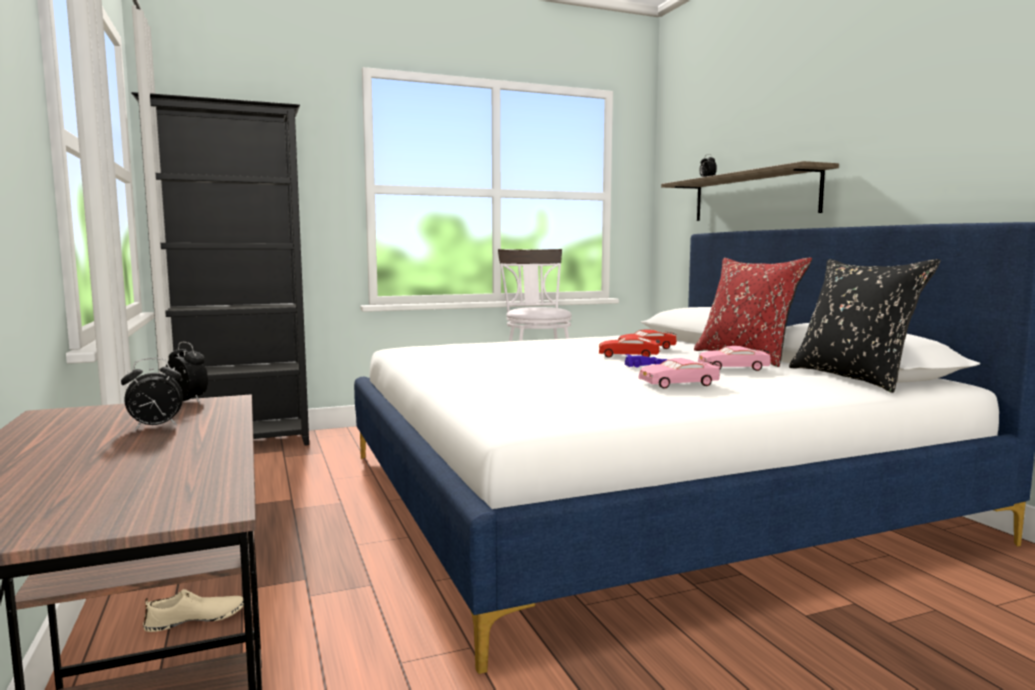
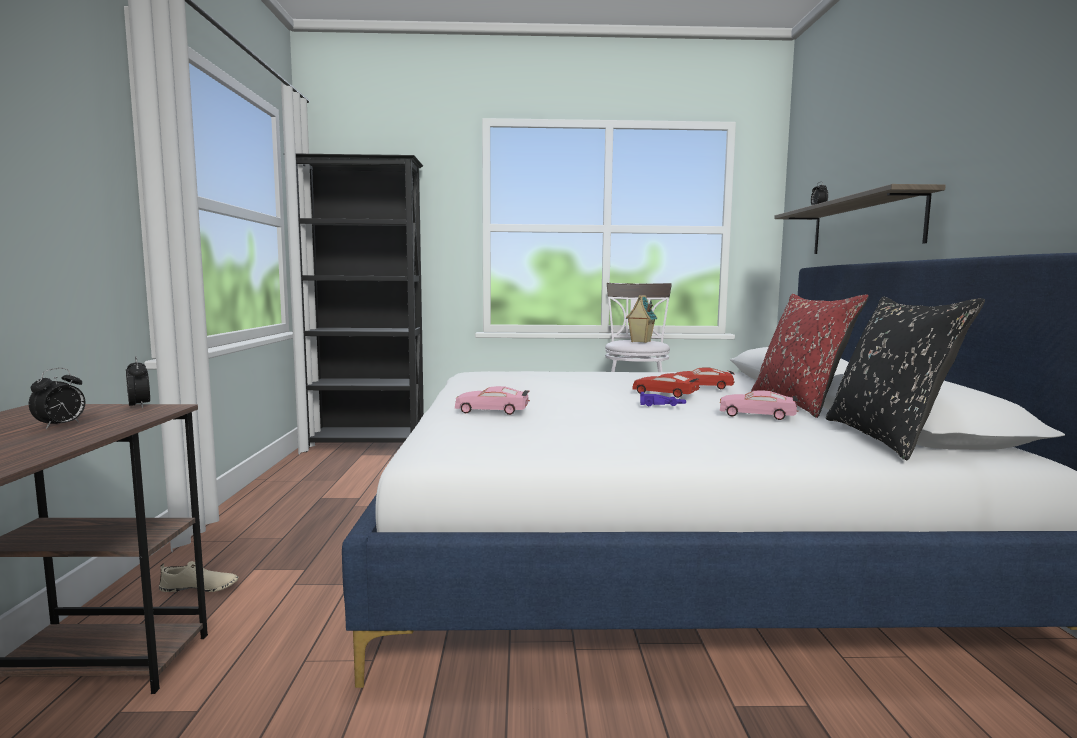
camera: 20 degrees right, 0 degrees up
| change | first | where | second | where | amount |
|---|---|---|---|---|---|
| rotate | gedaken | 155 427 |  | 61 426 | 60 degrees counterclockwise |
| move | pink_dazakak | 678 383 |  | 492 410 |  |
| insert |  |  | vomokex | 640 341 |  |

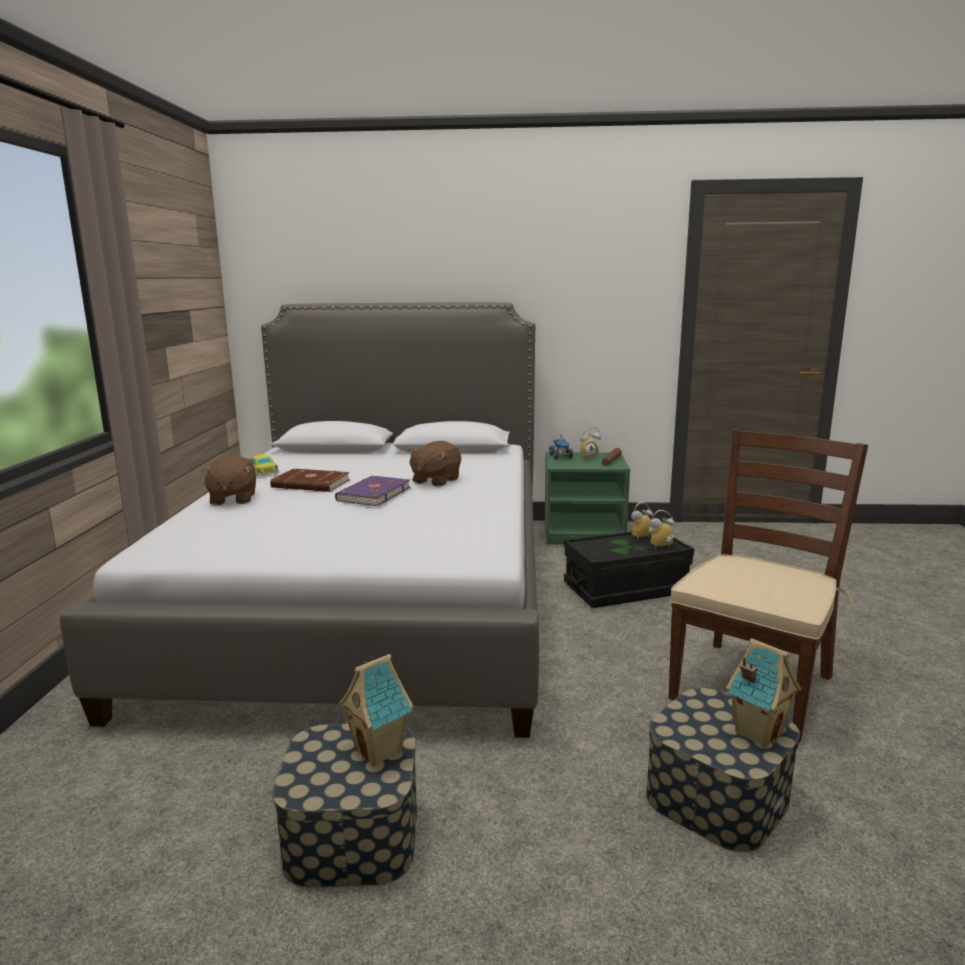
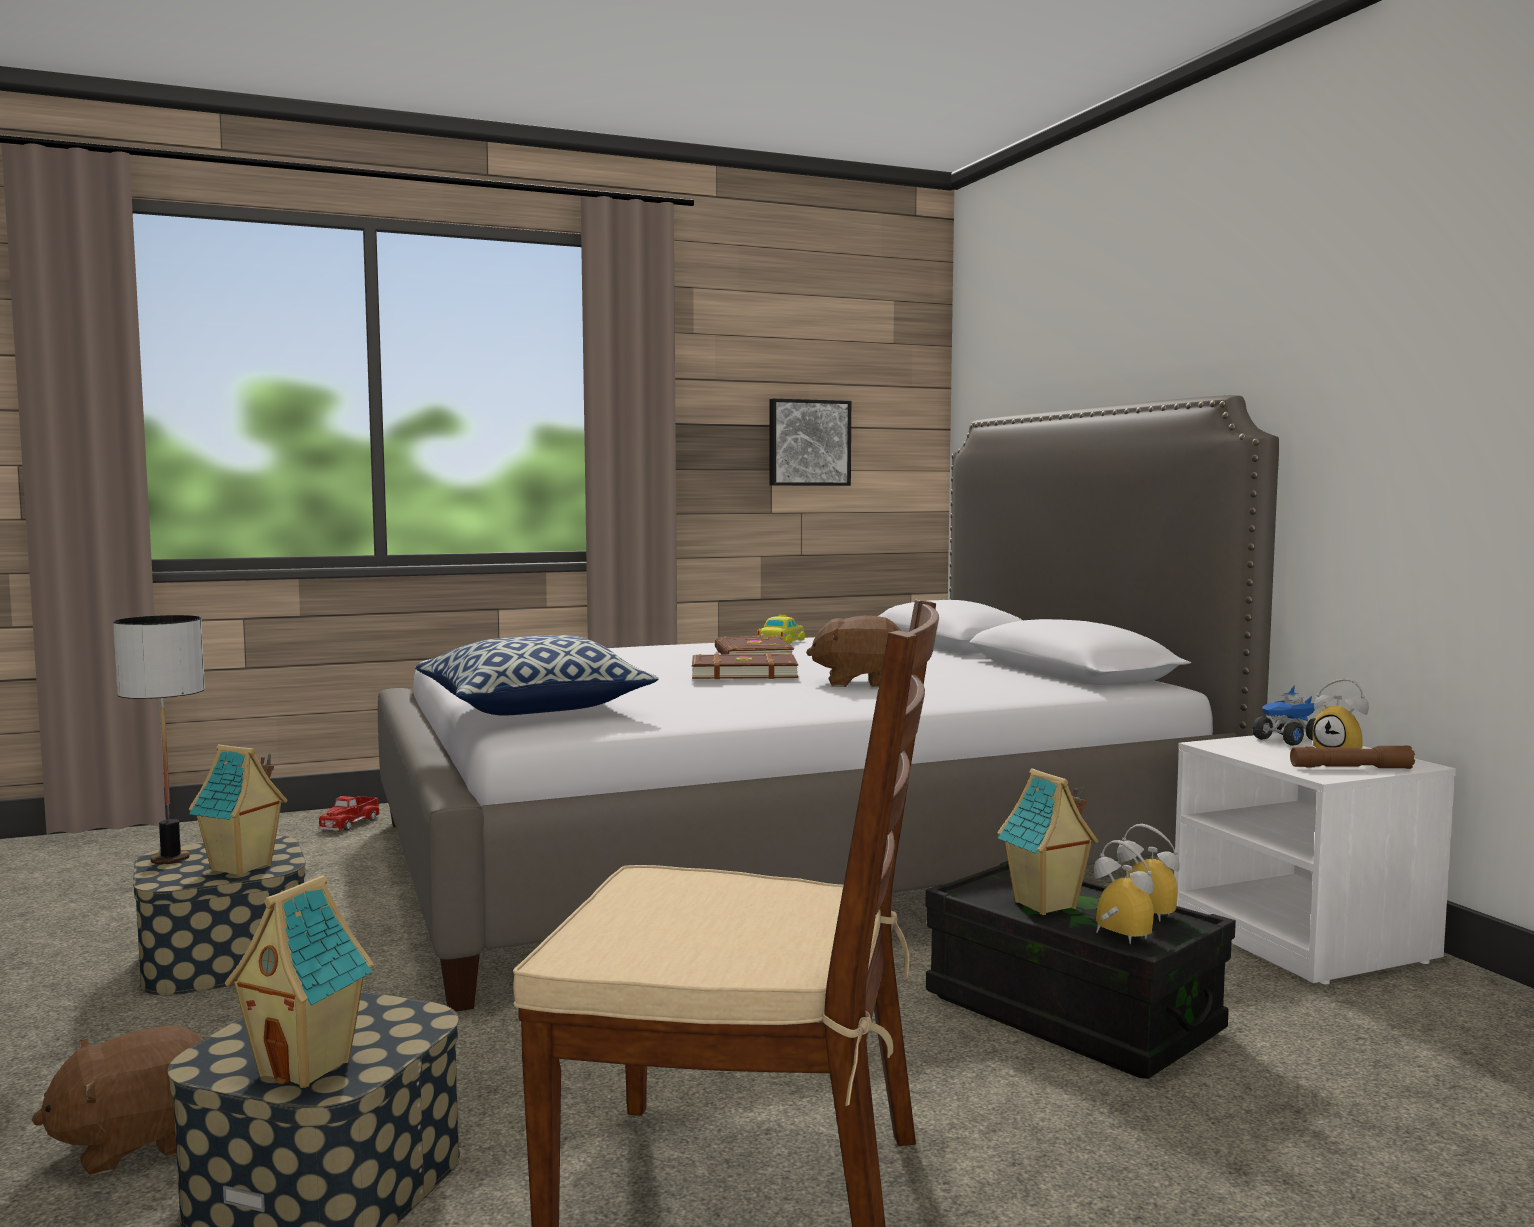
camera: 65 degrees right, 10 degrees down
| change | first | where | second | where | amount |
|---|---|---|---|---|---|
| recolor | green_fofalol | 584 533 | white_fofalol | 1305 938 |  |
| move | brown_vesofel | 232 499 |  | 137 1142 |  |
| recolor | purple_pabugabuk | 372 494 | brown_pabugabuk | 743 672 |  |
| insert |  |  | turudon | 808 443 |  |
| insert |  |  | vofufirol | 170 859 |  |
| insert |  |  | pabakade | 534 708 |  |
| insert |  |  | vomokex | 1046 905 |  |
| insert |  |  | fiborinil | 349 823 |  |

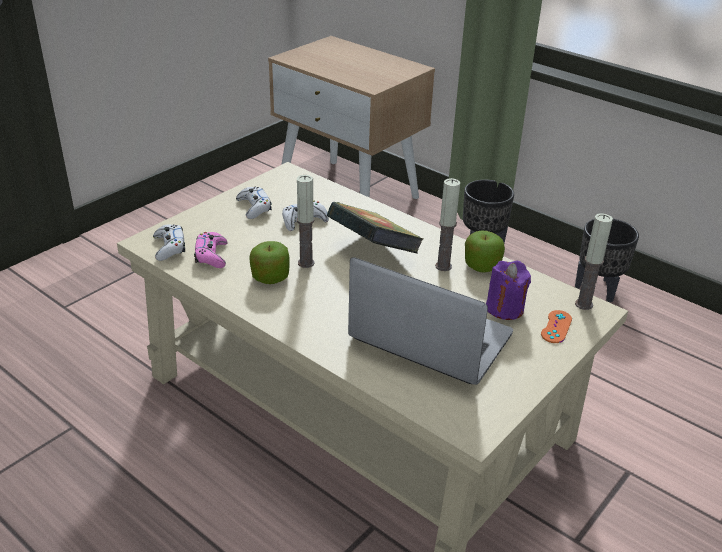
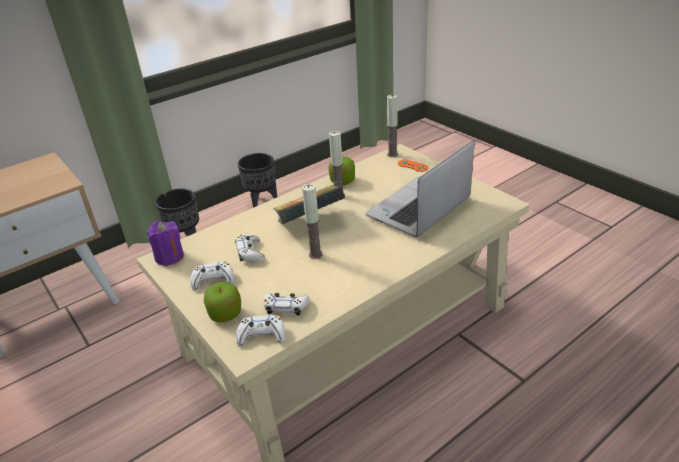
camera: 75 degrees left, 0 degrees up
| change | first | where | second | where | amount |
|---|---|---|---|---|---|
| recolor | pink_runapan | 211 255 | white_runapan | 286 307 |  |
| move | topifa | 270 277 |  | 225 314 |  |
| move | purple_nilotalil | 504 308 |  | 169 257 |  |

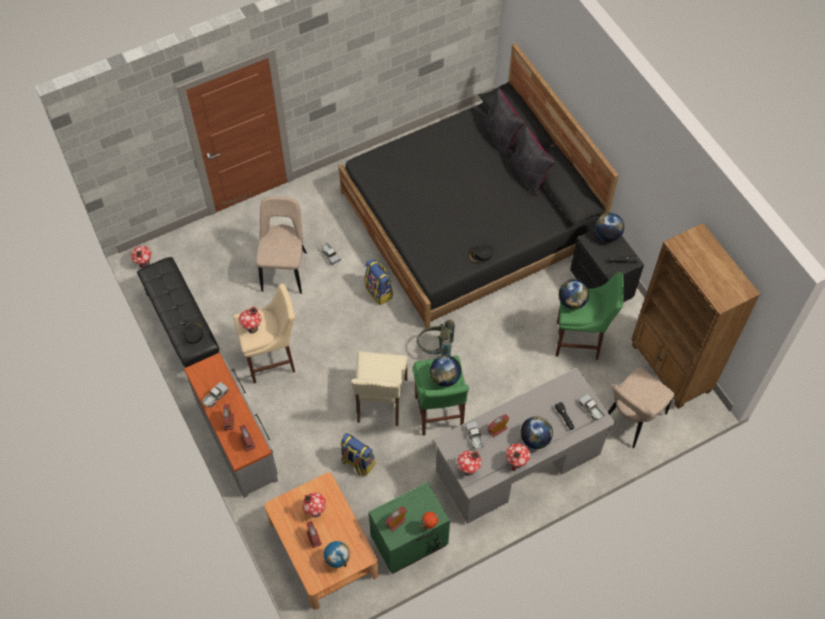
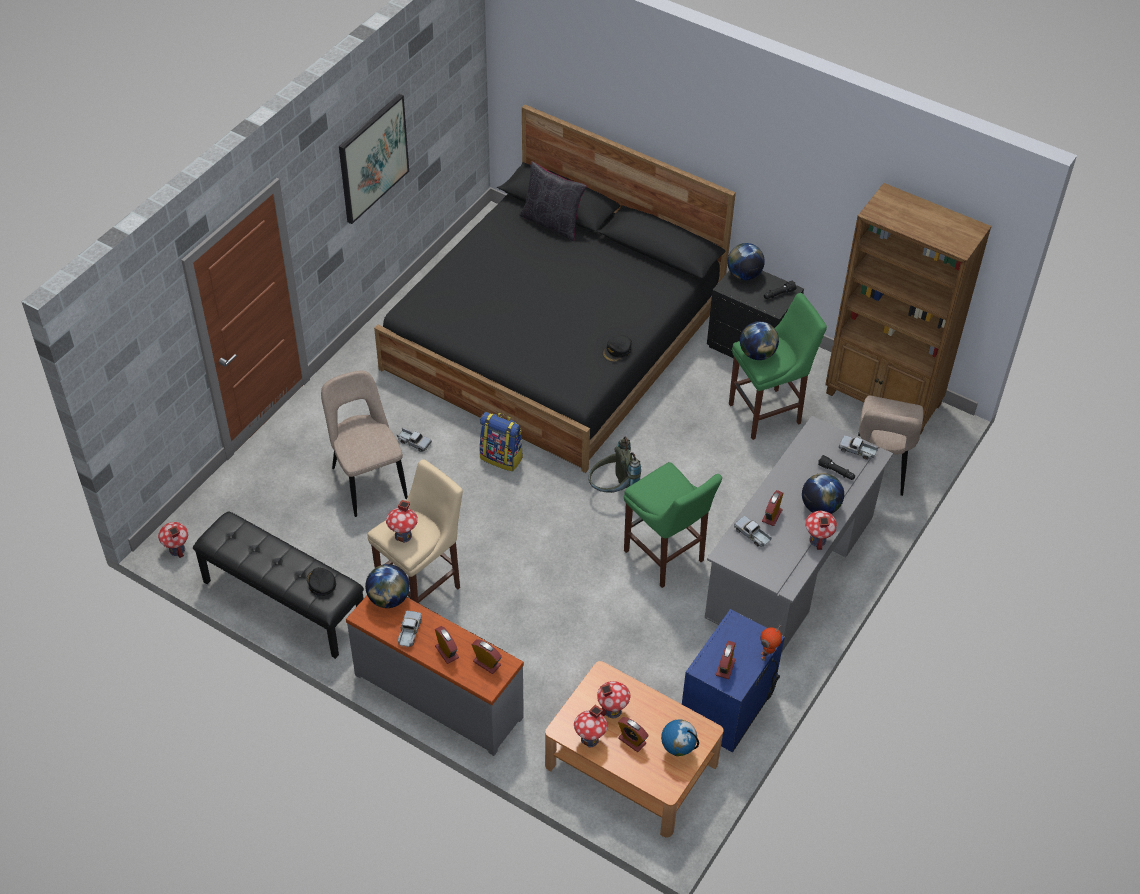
camera: 30 degrees left, 10 degrees down
| change | first | where | second | where | amount |
|---|---|---|---|---|---|
| delete | black_pabakade | 529 175 |  |  |  |
| delete | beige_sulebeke | 380 401 |  |  |  |
| move | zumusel | 445 378 |  | 389 599 |  |
| delete | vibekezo | 357 462 |  |  |  |
| move | vomokex | 468 469 |  | 590 739 |  |
| recolor | green_fofalol | 409 542 | blue_fofalol | 728 708 |  |
| insert |  |  | turudon | 373 158 |  |

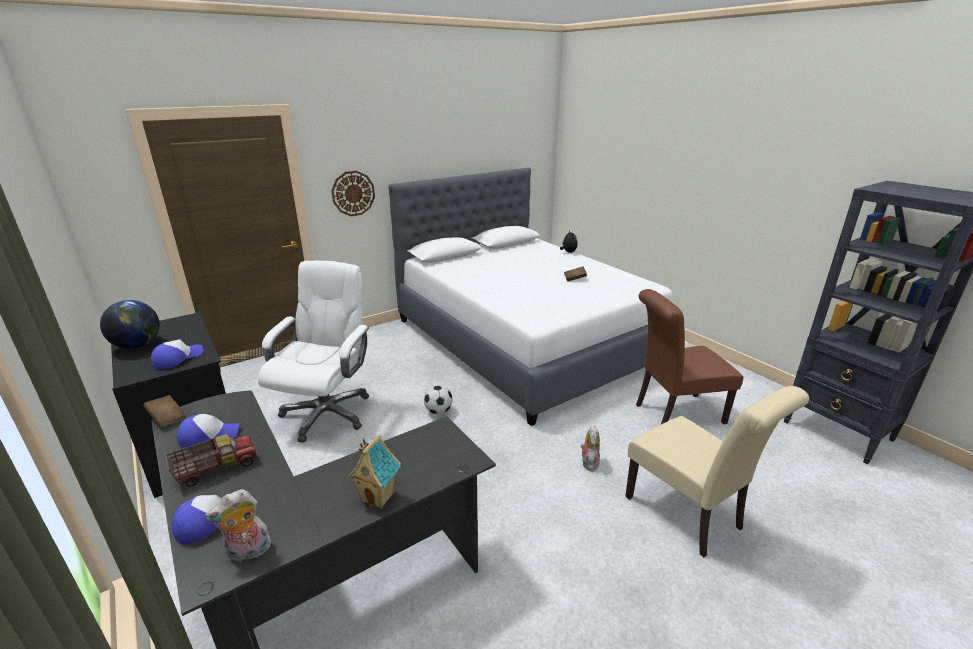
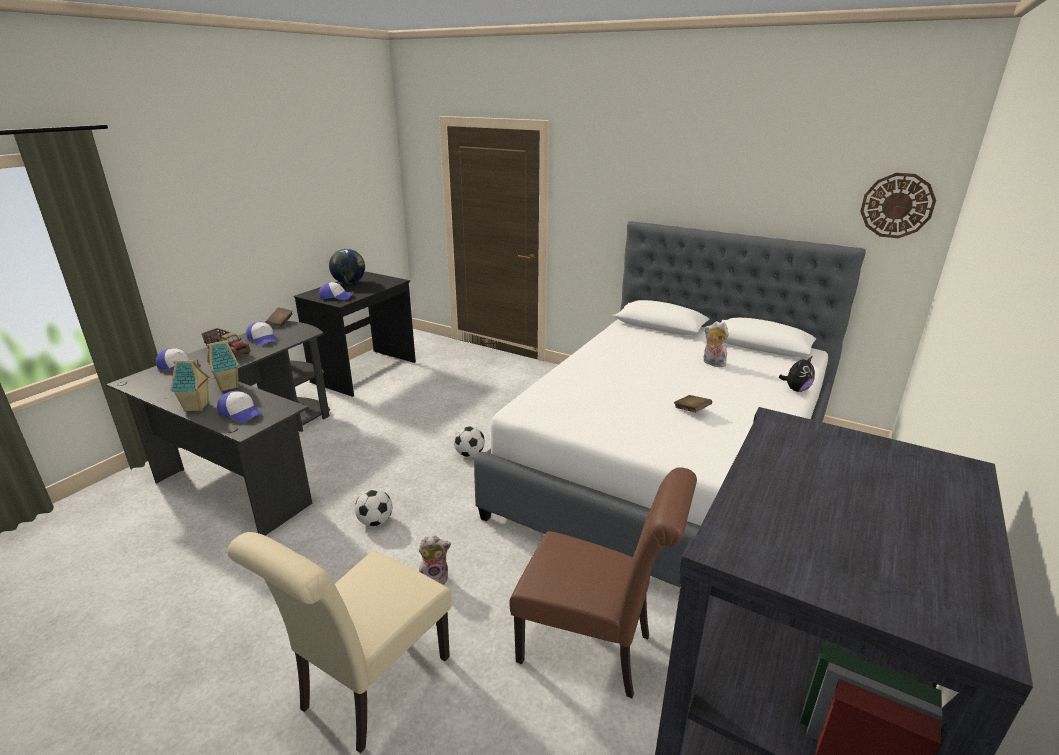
camera: 65 degrees right, 0 degrees up
| change | first | where | second | where | amount |
|---|---|---|---|---|---|
| move | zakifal | 353 193 |  | 897 205 |  |
| delete | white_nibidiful | 327 413 |  |  |  |
| rotate | brown_sulebeke | 674 414 |  | 593 649 | 150 degrees clockwise |
| move | vesofel | 248 552 |  | 712 363 |  |
| insert |  |  | vomokex | 229 386 |  |
| insert |  |  | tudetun | 241 413 |  |
| insert |  |  | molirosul | 375 522 |  |

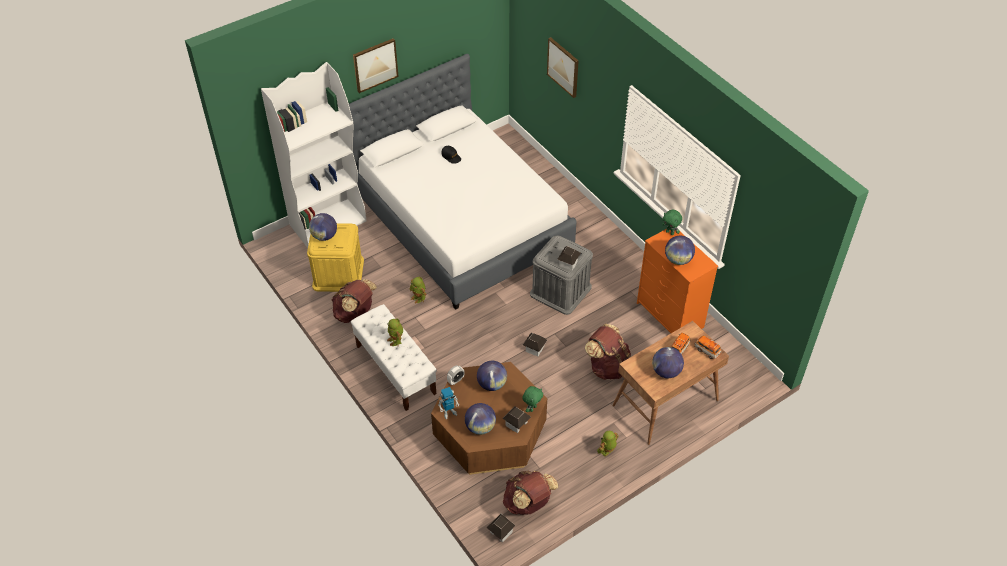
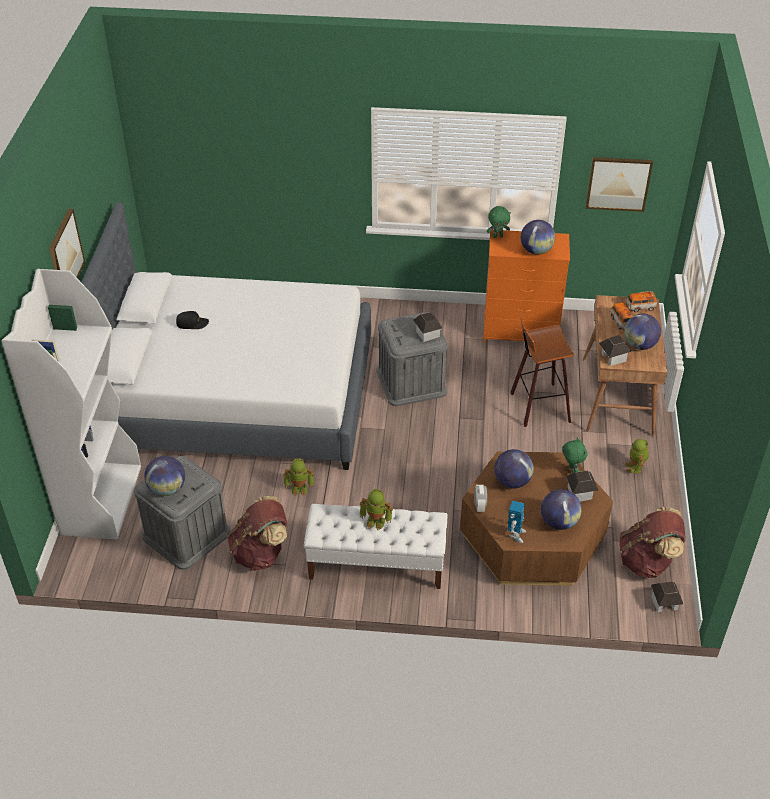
camera: 50 degrees left, 5 degrees down
| change | first | where | second | where | amount |
|---|---|---|---|---|---|
| move | turudon | 563 67 |  | 618 183 |  |
| recolor | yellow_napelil | 338 273 | grey_napelil | 186 534 |  |
| replace | brown_vibekezo | 608 366 | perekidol | 537 406 |  |
| move | vomokex | 534 348 |  | 613 357 |  |

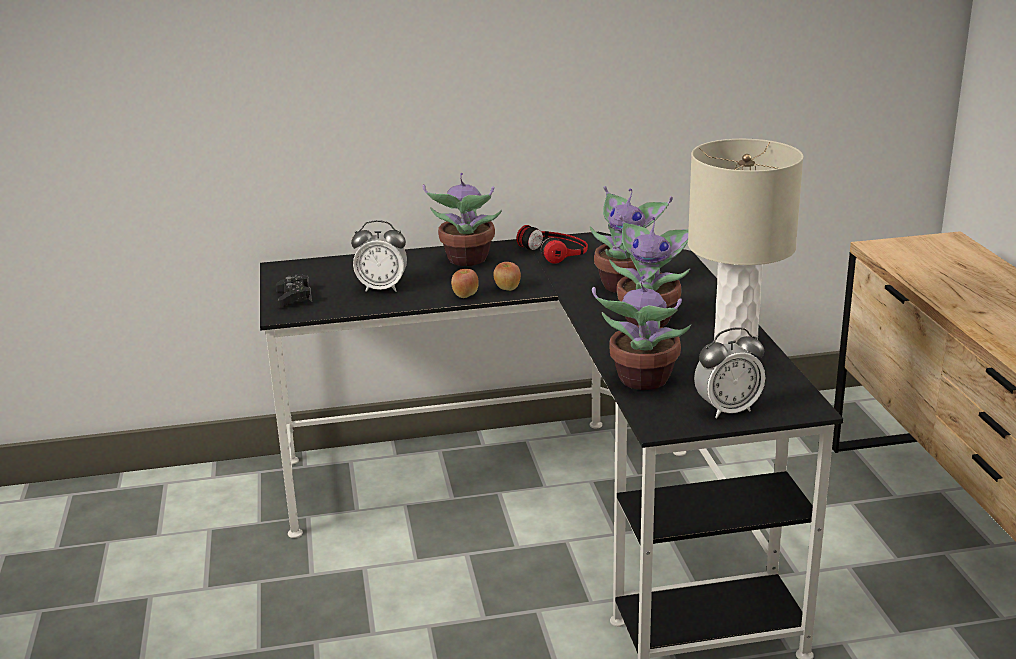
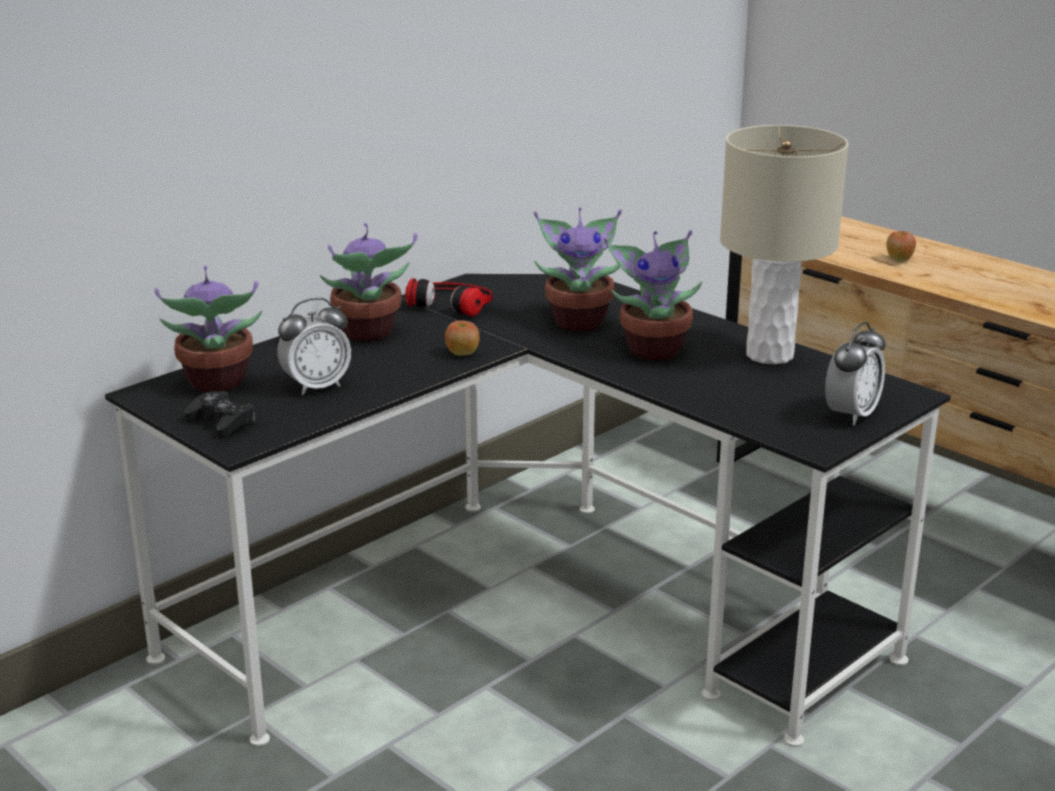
camera: 35 degrees left, 0 degrees up
| change | first | where | second | where | amount |
|---|---|---|---|---|---|
| move | topifa | 465 295 |  | 899 260 |  |
| move | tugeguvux | 642 381 |  | 217 384 |  |

